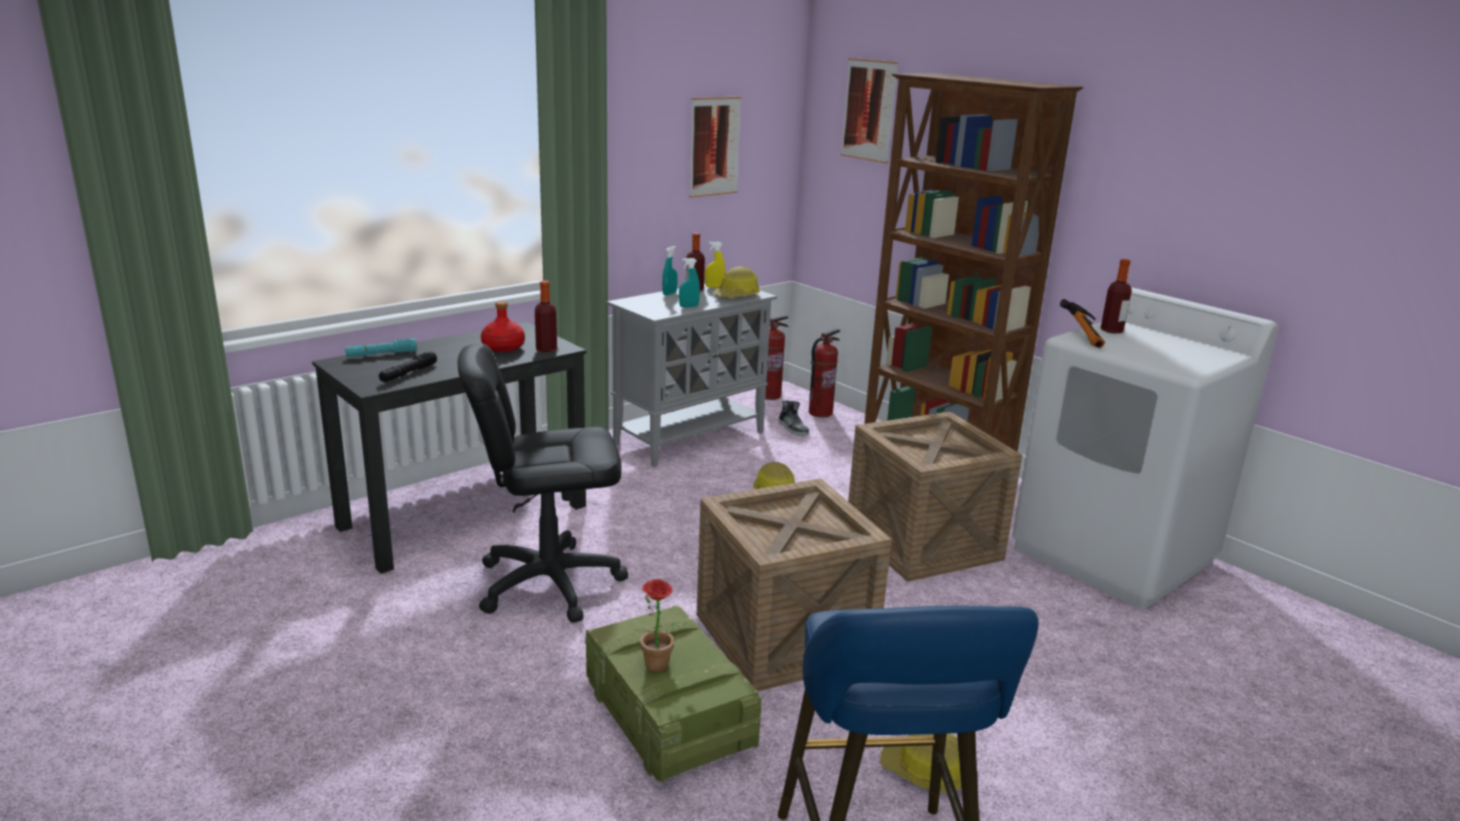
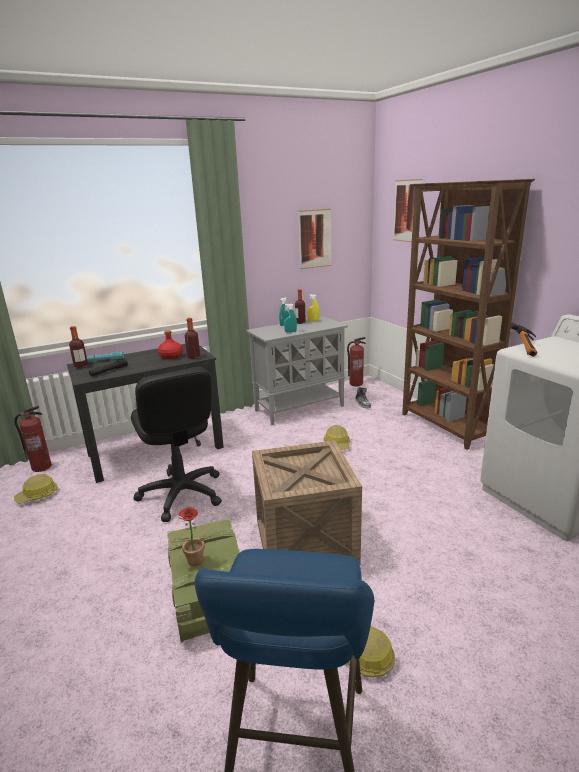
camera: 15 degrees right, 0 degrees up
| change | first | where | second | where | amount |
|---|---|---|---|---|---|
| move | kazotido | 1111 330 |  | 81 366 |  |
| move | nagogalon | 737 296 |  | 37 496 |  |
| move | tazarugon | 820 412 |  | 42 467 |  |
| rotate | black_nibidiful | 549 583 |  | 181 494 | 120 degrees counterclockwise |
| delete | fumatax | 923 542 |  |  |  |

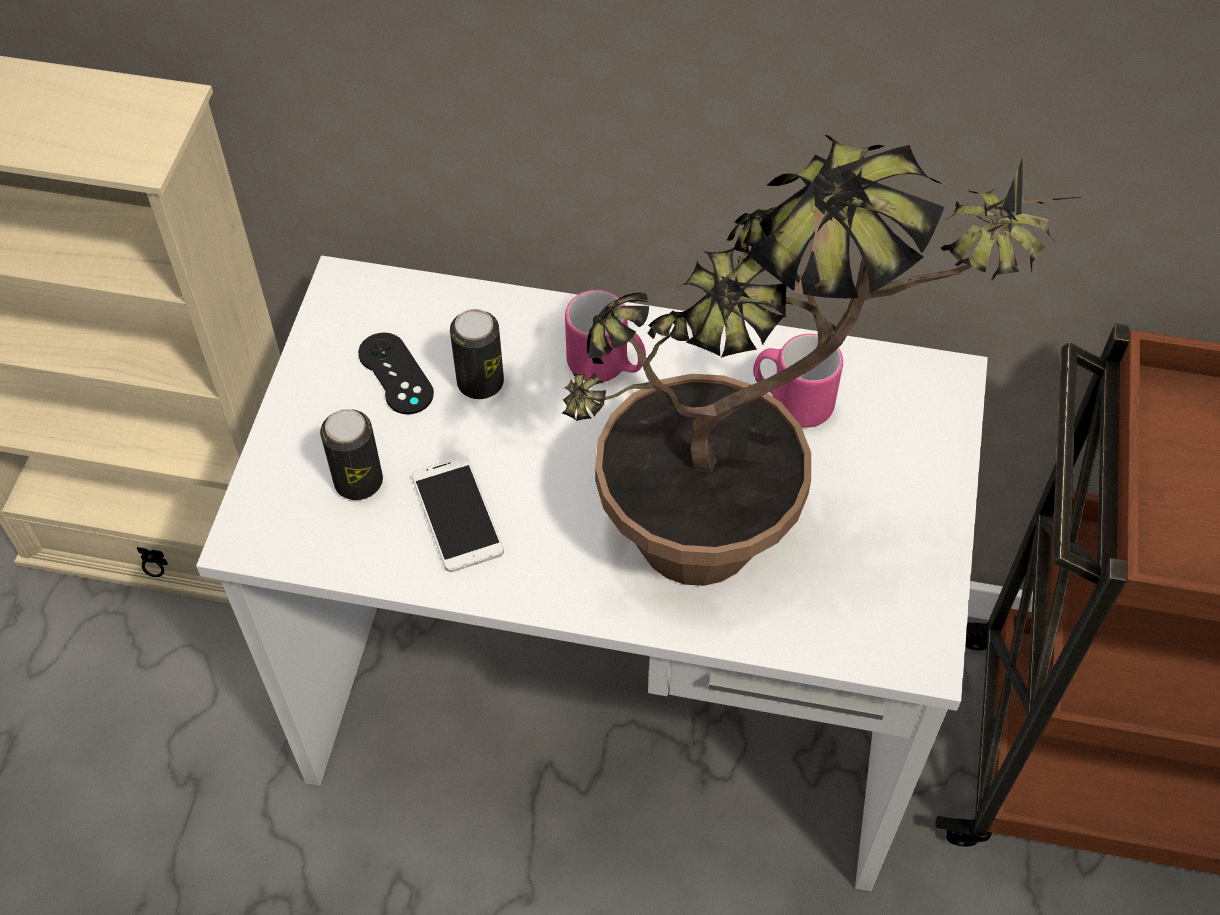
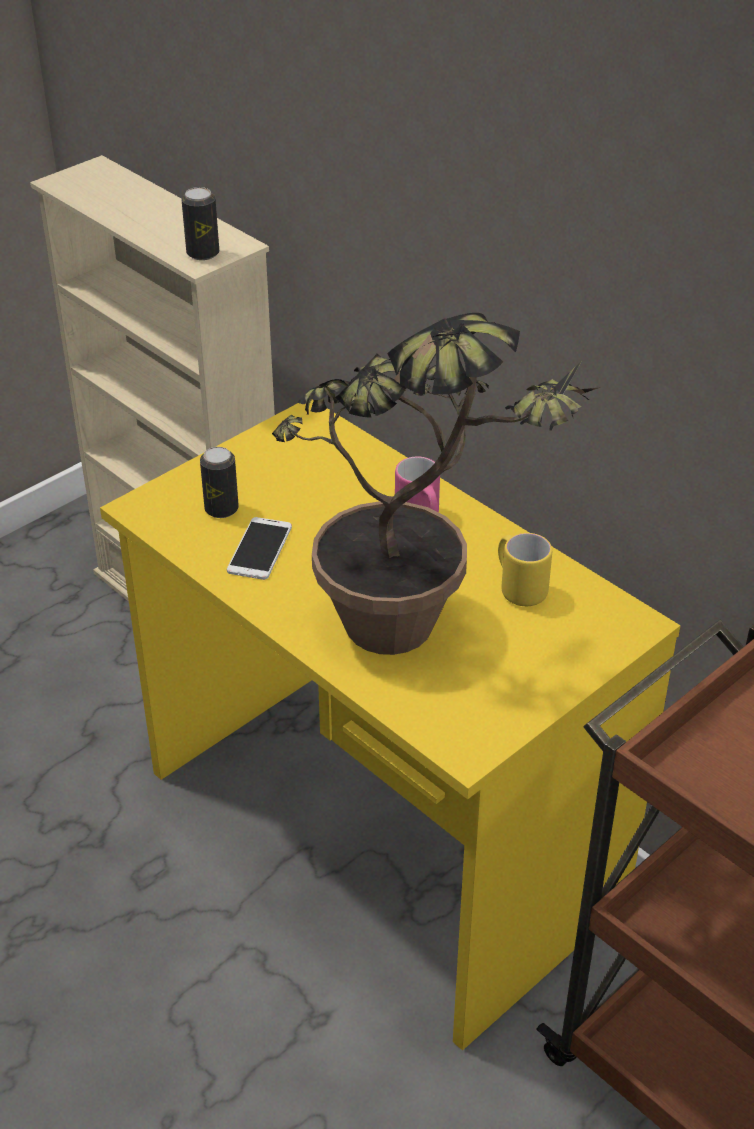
camera: 35 degrees right, 15 degrees down
| change | first | where | second | where | amount |
|---|---|---|---|---|---|
| recolor | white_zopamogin | 610 708 | yellow_zopamogin | 377 838 |  |
| move | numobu | 480 382 |  | 203 253 |  |
| delete | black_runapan | 395 374 |  |  |  |
| recolor | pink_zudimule | 791 402 | yellow_zudimule | 518 588 |  |

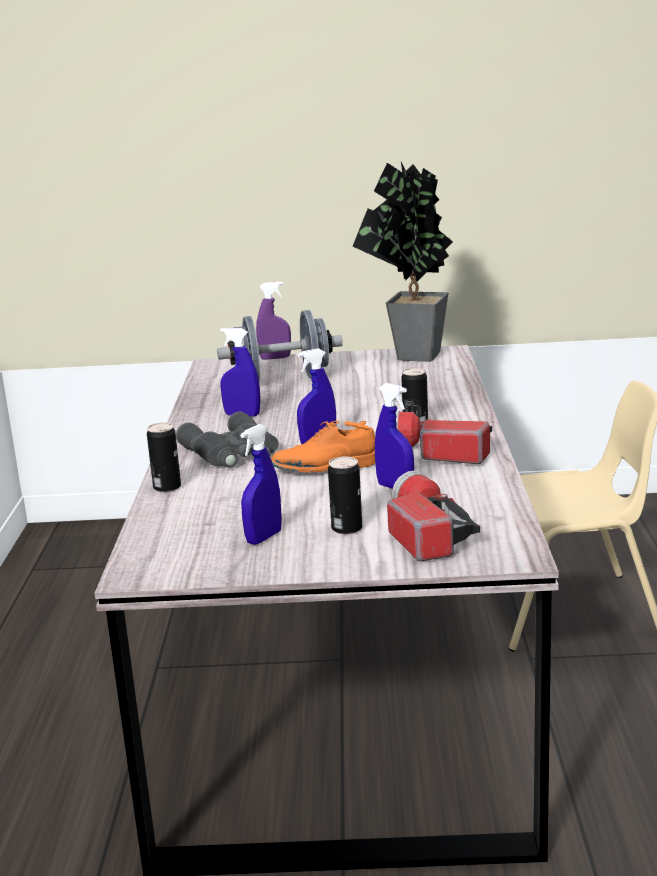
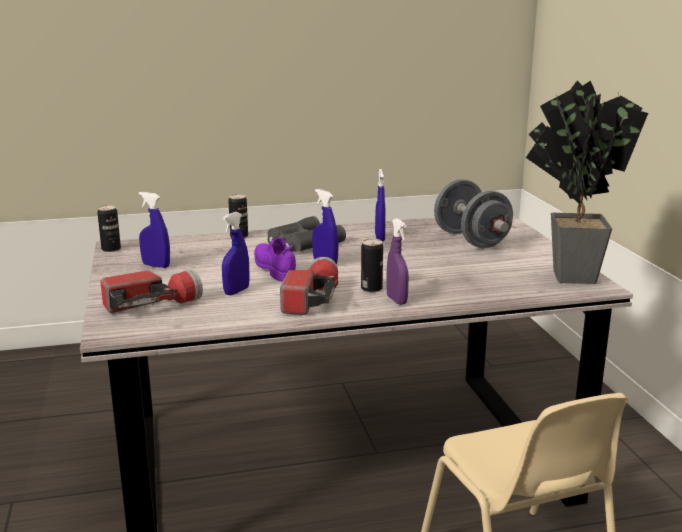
camera: 75 degrees right, 0 degrees up
| change | first | where | second | where | amount |
|---|---|---|---|---|---|
| move | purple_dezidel | 275 358 |  | 396 300 |  |
| recolor | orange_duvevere | 324 468 | purple_duvevere | 273 269 |  |
| move | numobu | 346 528 |  | 111 249 |  |

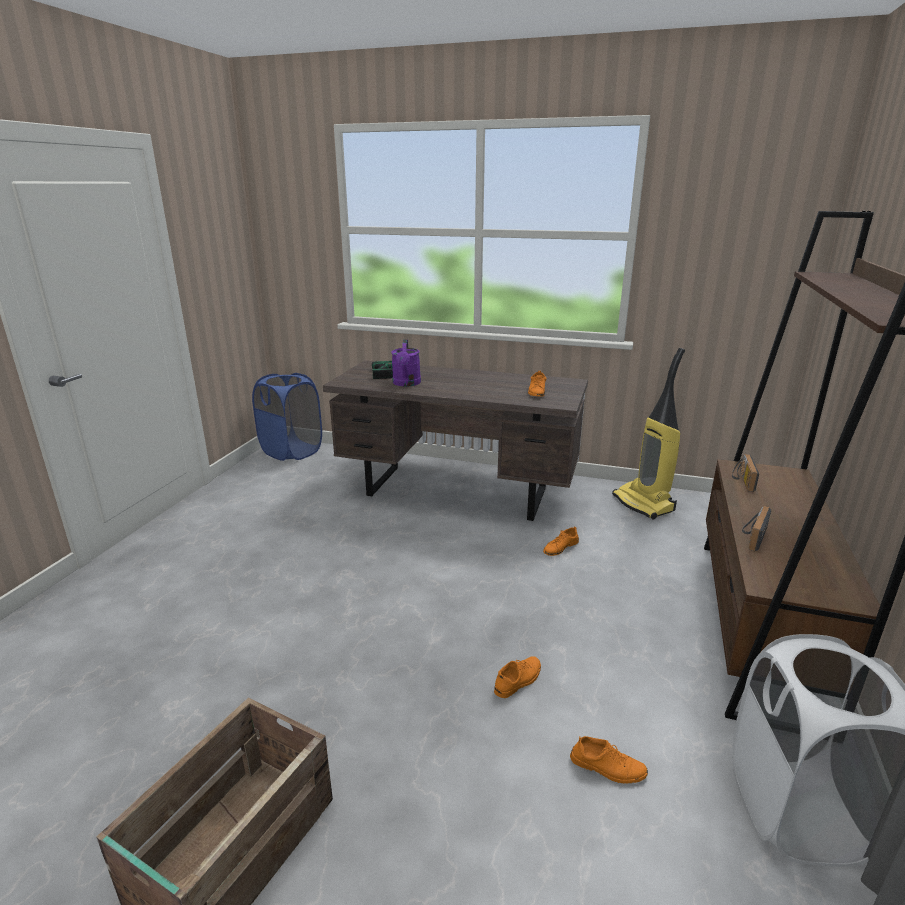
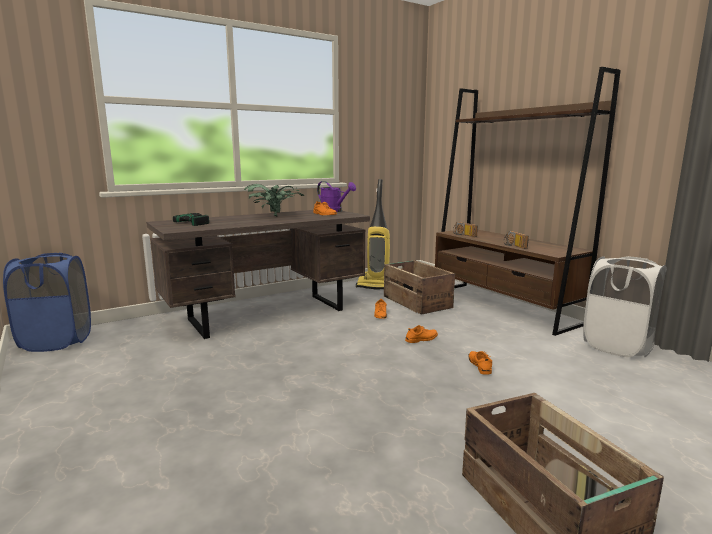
camera: 50 degrees left, 10 degrees down
| change | first | where | second | where | amount |
|---|---|---|---|---|---|
| move | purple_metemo | 406 383 |  | 334 211 |  |
| move | orange_duvevere | 607 767 |  | 421 339 |  |
| insert |  |  | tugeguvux | 274 216 |  |
| insert |  |  | fumatax | 416 302 |  |

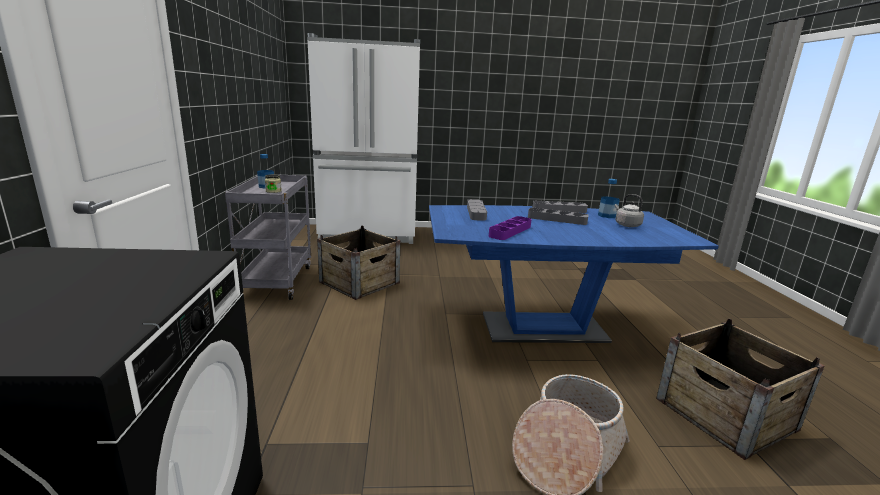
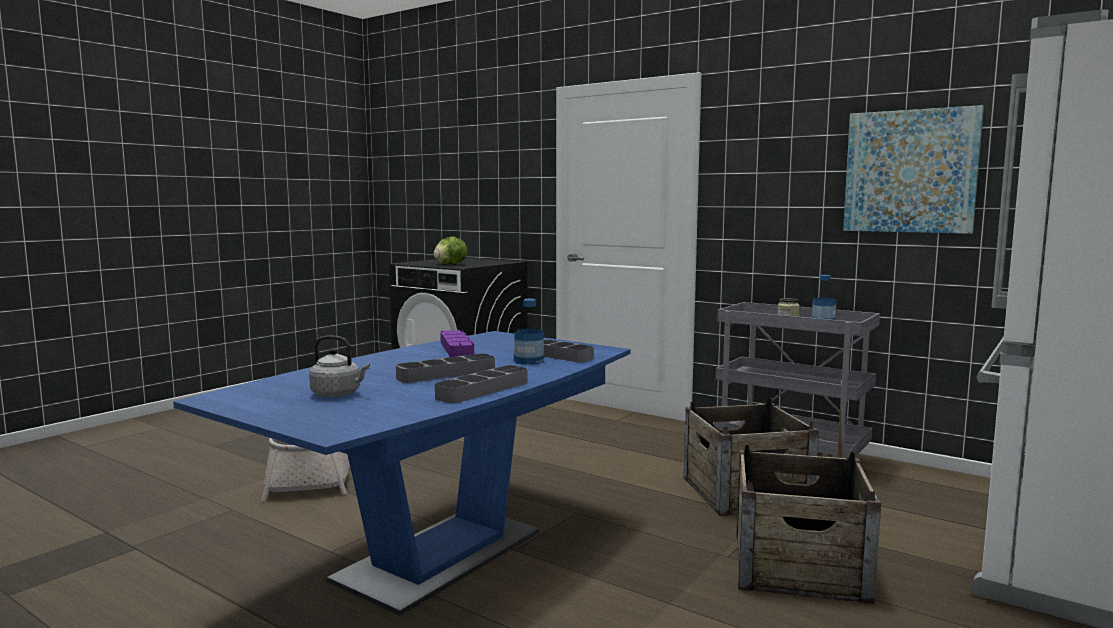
camera: 130 degrees right, 10 degrees down
| change | first | where | second | where | amount |
|---|---|---|---|---|---|
| move | kazotido | 607 216 |  | 528 361 |  |
| move | fumatax | 725 414 |  | 798 565 |  |
| insert |  |  | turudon | 910 171 |  |
| insert |  |  | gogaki | 450 264 |  |

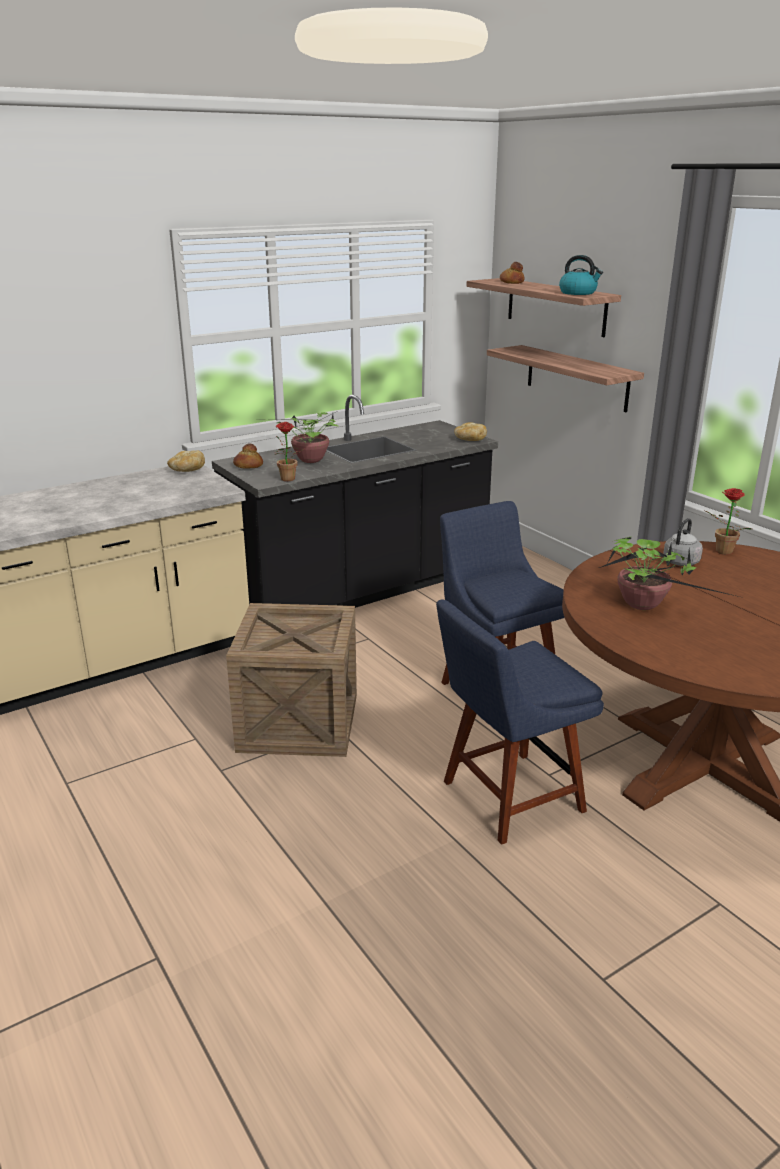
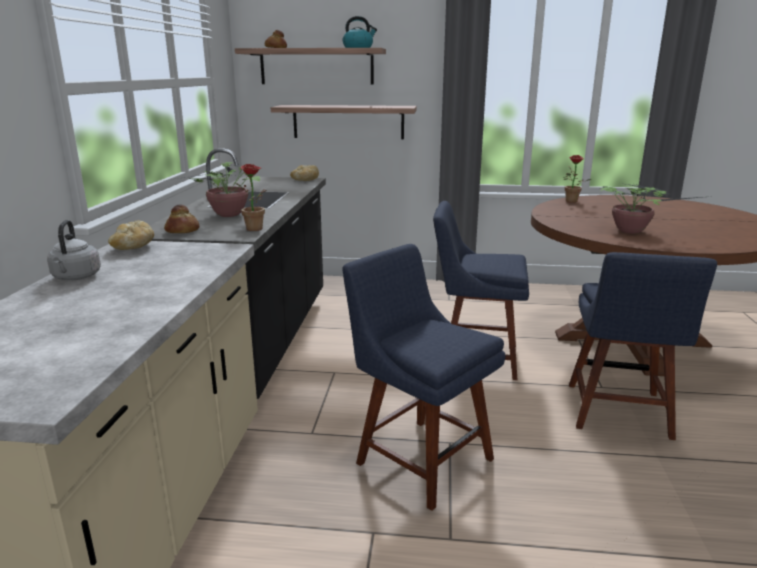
camera: 50 degrees left, 5 degrees down
| change | first | where | second | where | amount |
|---|---|---|---|---|---|
| move | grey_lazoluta | 680 563 |  | 76 277 |  |
| replace | fumatax | 299 722 | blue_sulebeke | 419 458 |  |

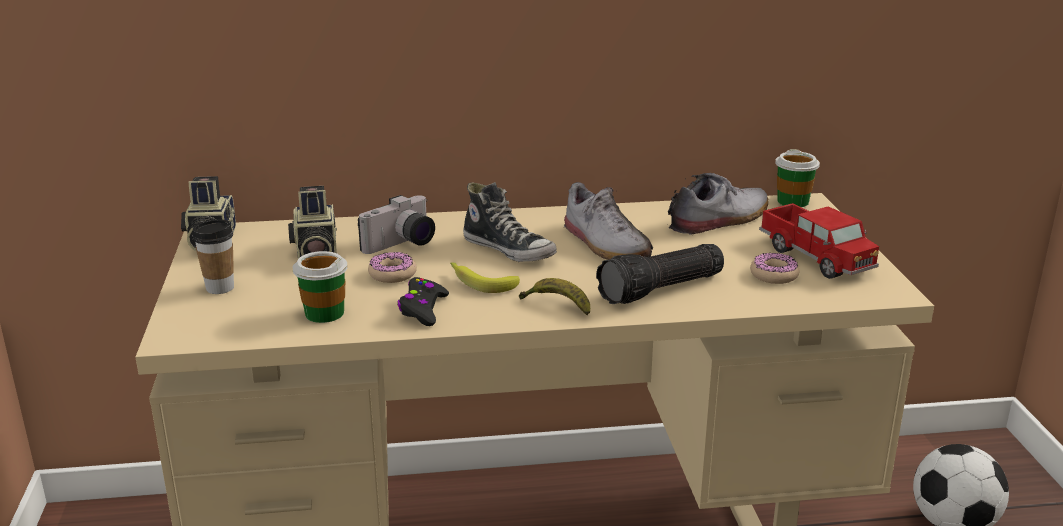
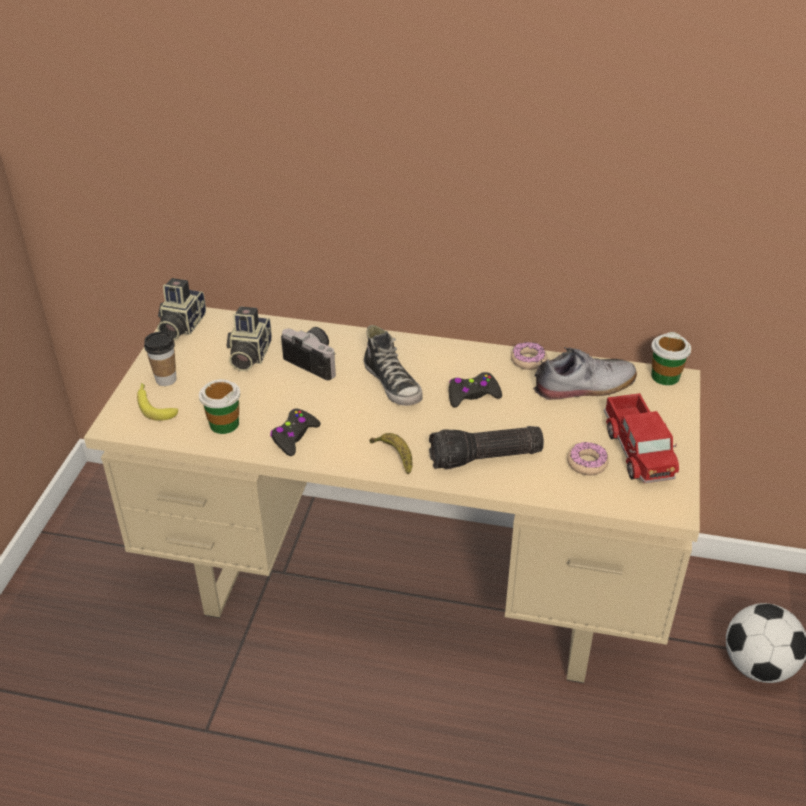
camera: 20 degrees right, 15 degrees up
| change | first | where | second | where | amount |
|---|---|---|---|---|---|
| replace | duvevere | 606 244 | black_runapan | 472 395 |  |
| rotate | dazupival | 402 245 |  | 315 361 | 120 degrees counterclockwise |
| move | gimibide | 392 274 |  | 528 360 |  |
| move | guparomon | 480 282 |  | 154 405 |  |

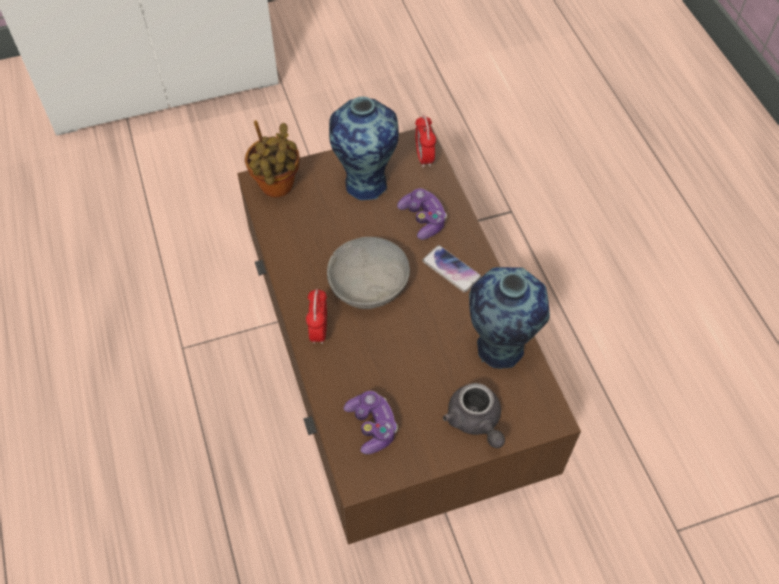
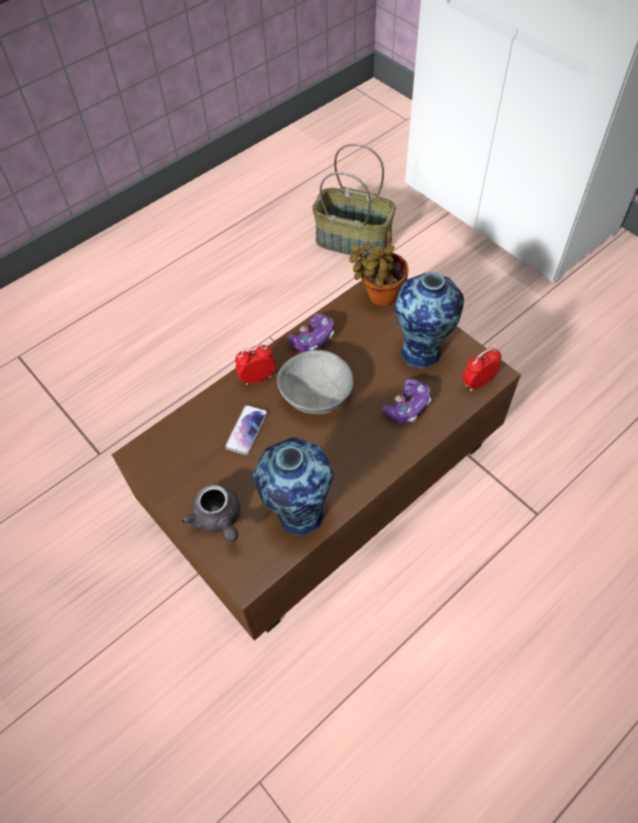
camera: 70 degrees right, 0 degrees up
| change | first | where | second | where | amount |
|---|---|---|---|---|---|
| move | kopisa | 451 269 |  | 246 430 |  |
| rotate | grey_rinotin | 475 421 |  | 218 519 | 75 degrees counterclockwise |
| move | runapan | 372 426 |  | 313 339 |  |
| insert |  |  | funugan | 354 240 |  |

